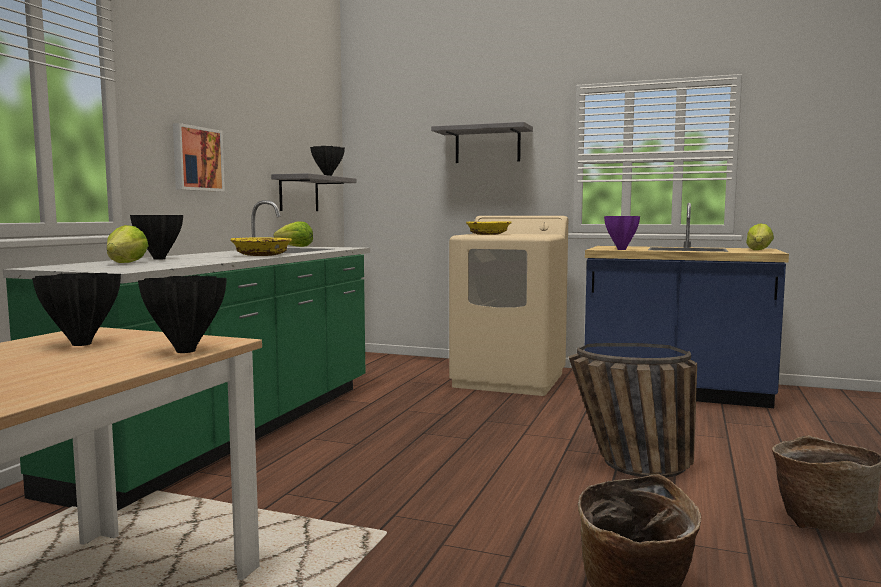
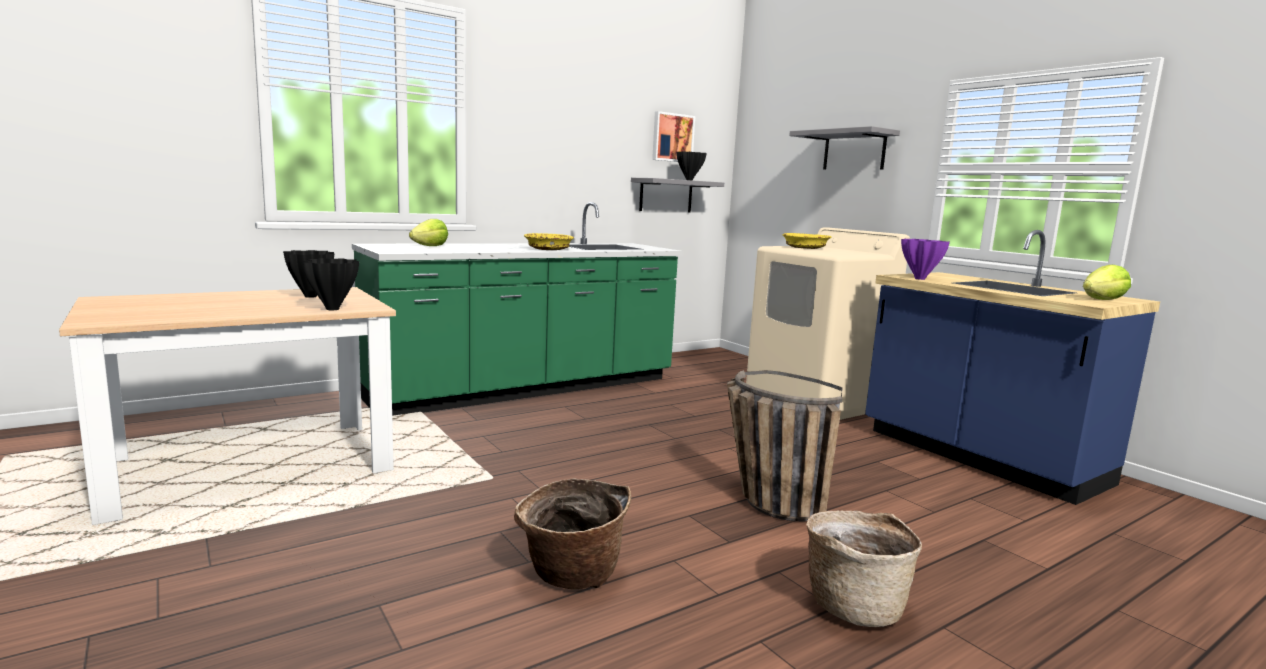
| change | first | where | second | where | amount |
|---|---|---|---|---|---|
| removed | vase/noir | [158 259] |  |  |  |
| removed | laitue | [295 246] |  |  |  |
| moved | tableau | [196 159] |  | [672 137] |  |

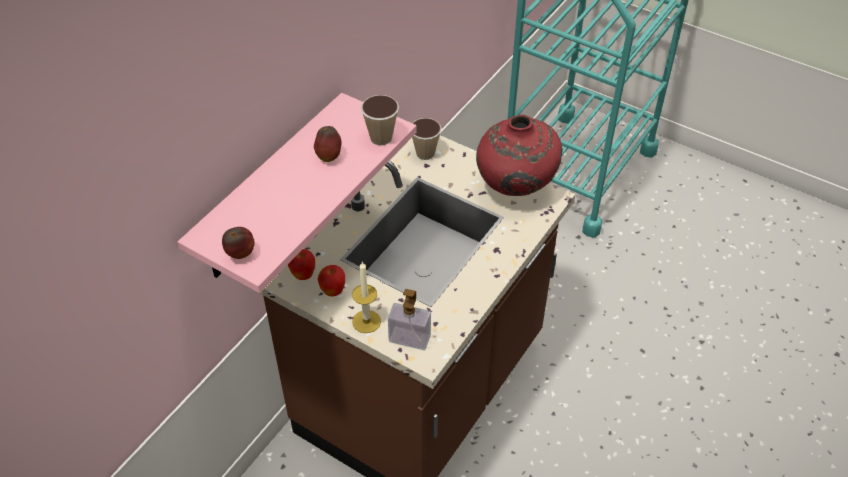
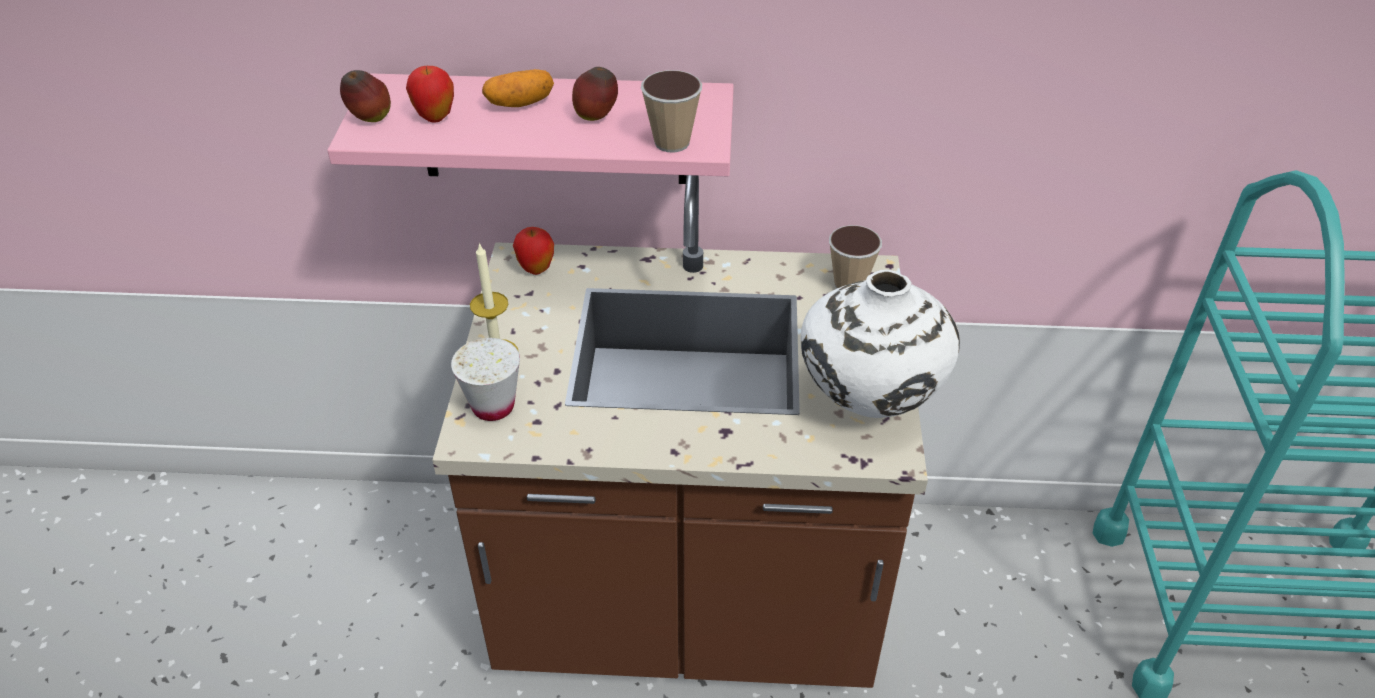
| change | first | where | second | where | amount |
|---|---|---|---|---|---|
| added |  |  | pomme de terre | [520 103] |  |
| moved | pomme | [333 292] |  | [435 118] |  |
| replaced | distributeur de savon | [409 338] | tasse/blanc | [493 406] |  |
| recoloured | vase/rouge | [514 189] | vase/blanc | [868 404] |  |

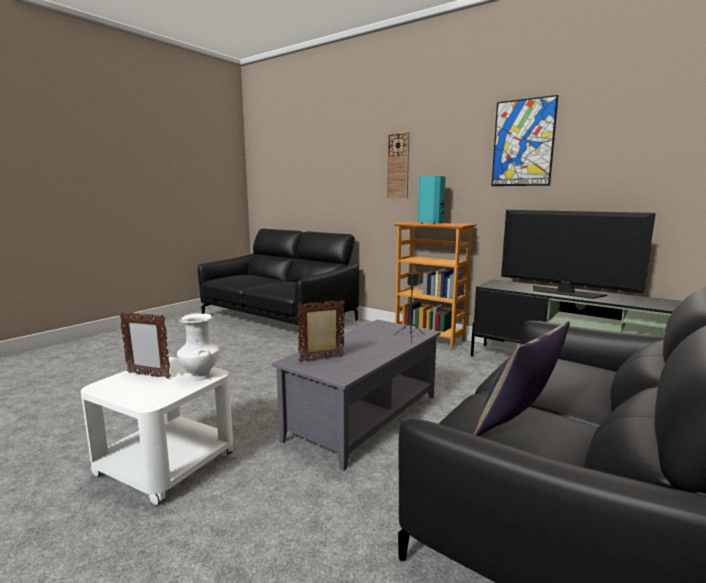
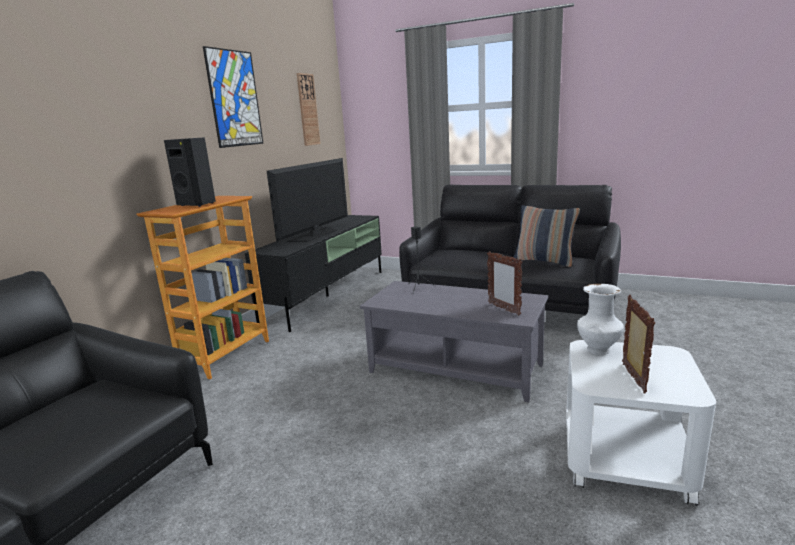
| change | first | where | second | where | amount |
|---|---|---|---|---|---|
| moved | horloge murale | [398 166] |  | [308 110] |  |
| recoloured | enceinte/turquoise | [431 223] | enceinte/noir | [198 204] |  |

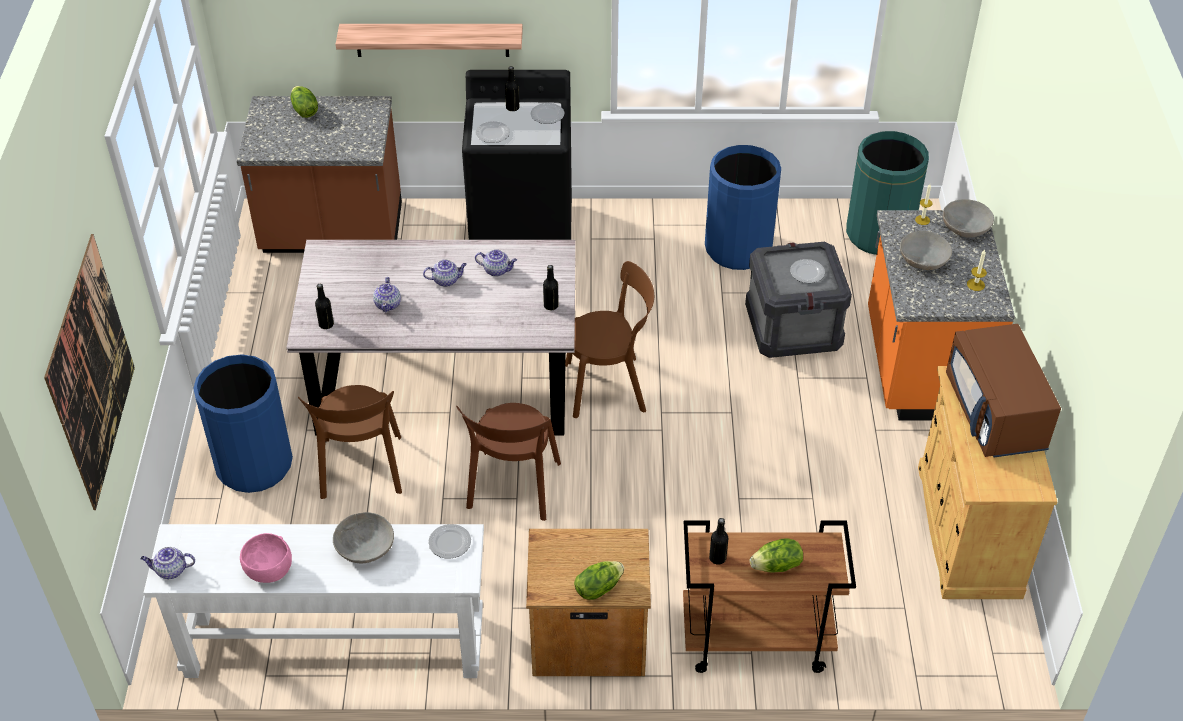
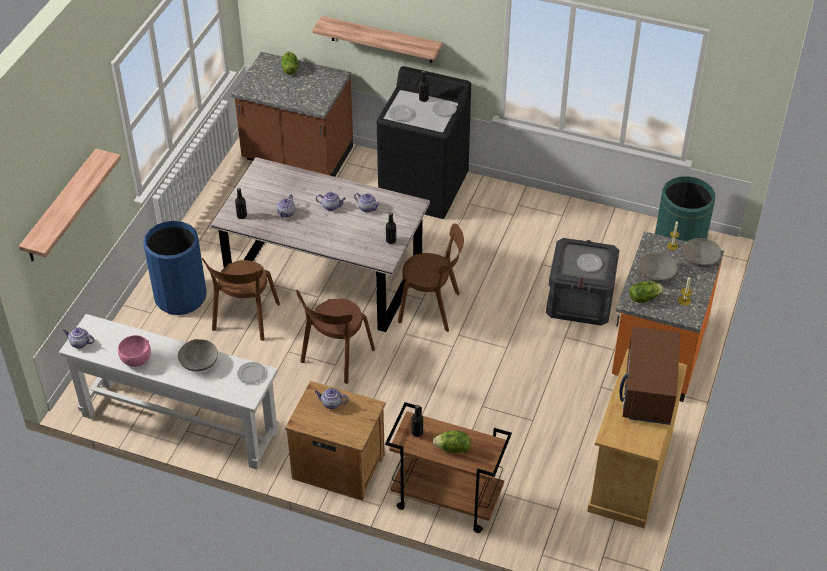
| change | first | where | second | where | amount |
|---|---|---|---|---|---|
| removed | poubelle/bleu | [738 248] |  |  |  |
| added |  |  | théière | [331 403] |  |
| moved | laitue | [598 588] |  | [643 298] |  |
| replaced | tableau | [92 372] | étagère | [61 207] |  |

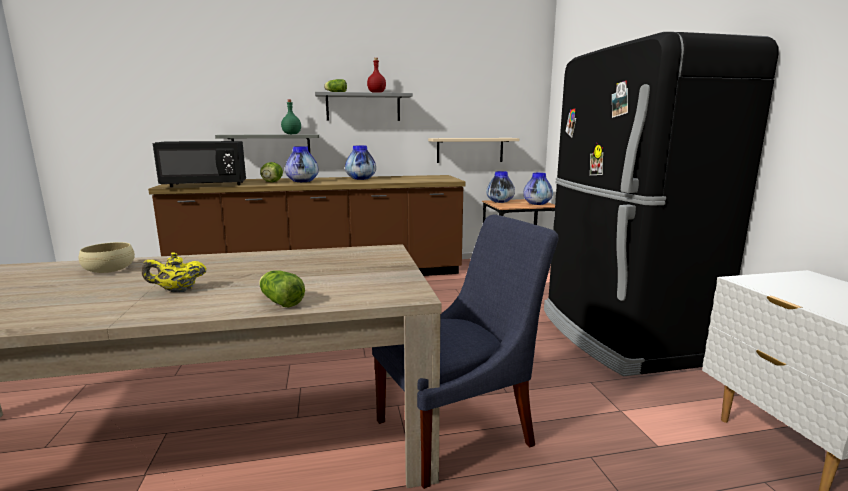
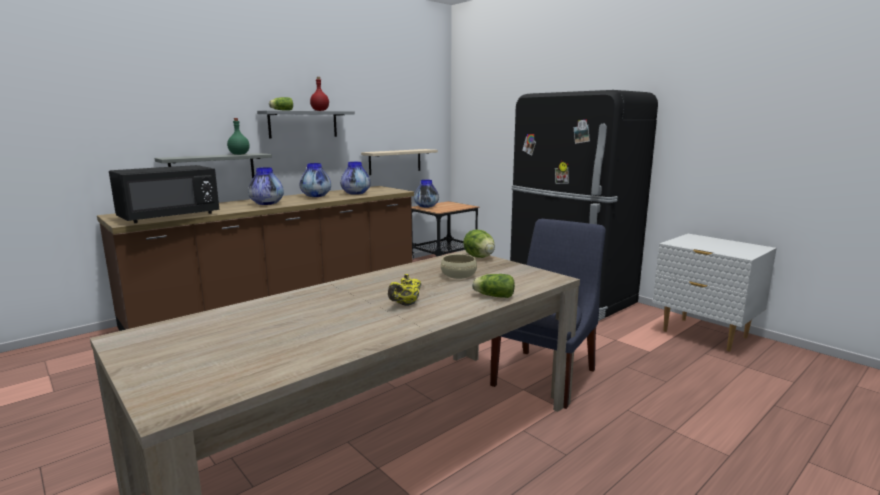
| change | first | where | second | where | amount |
|---|---|---|---|---|---|
| moved | bol/beige | [109 269] |  | [458 276] |  |
| moved | laitue | [272 182] |  | [479 257] |  |
| moved | vase | [537 204] |  | [356 194] |  |

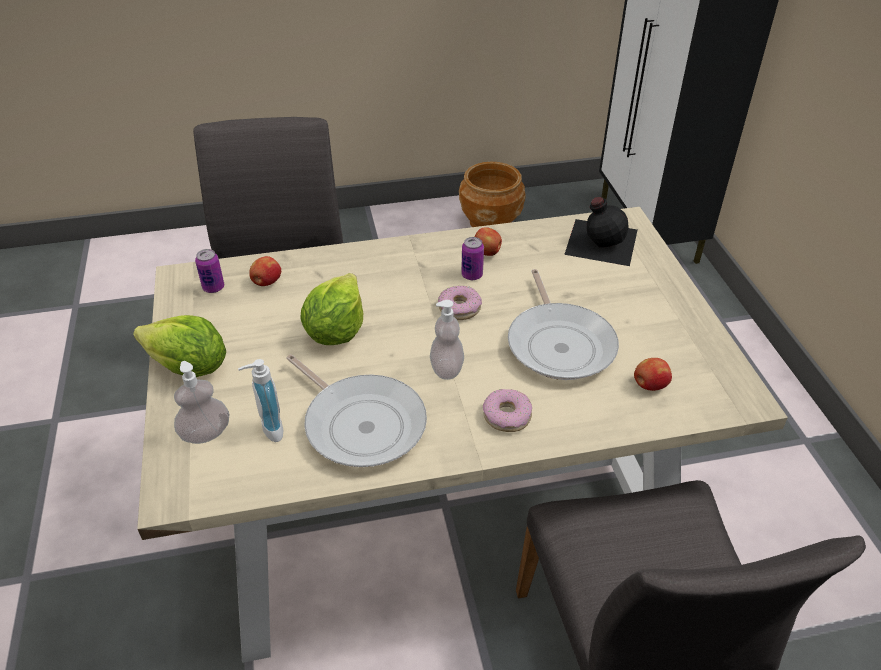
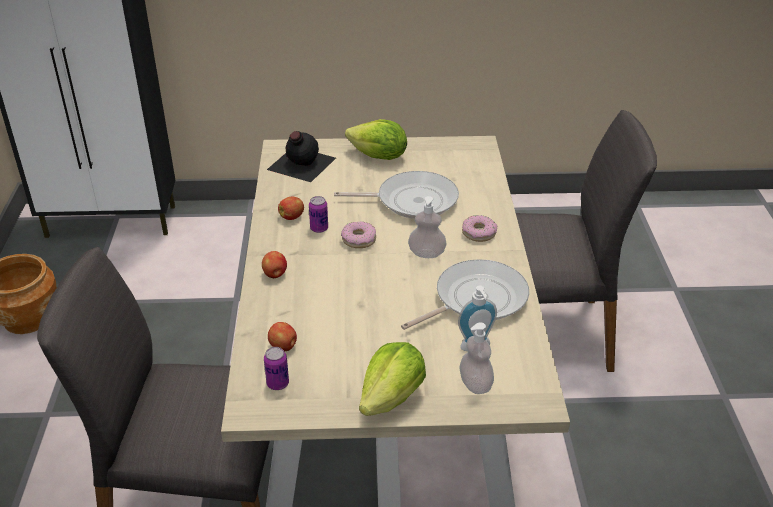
| change | first | where | second | where | amount |
|---|---|---|---|---|---|
| moved | laitue | [336 330] |  | [379 157] |  |
| moved | pomme | [649 385] |  | [275 274] |  |

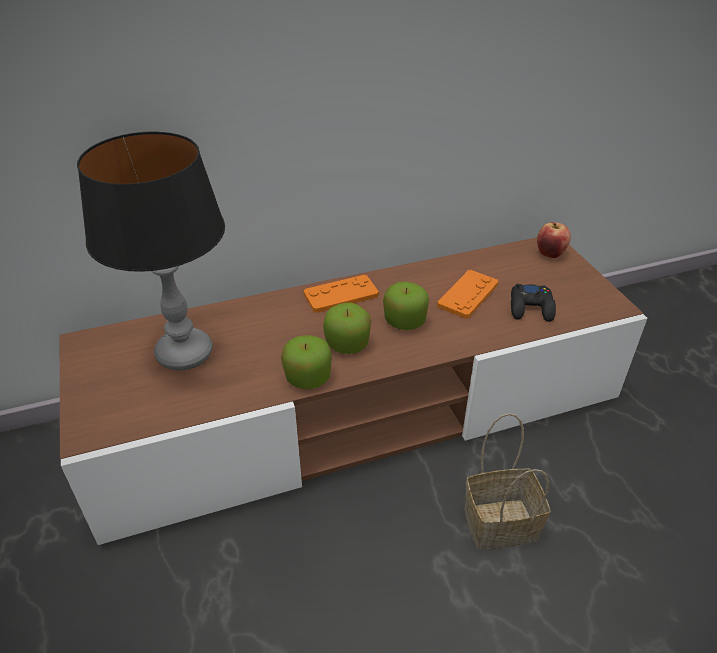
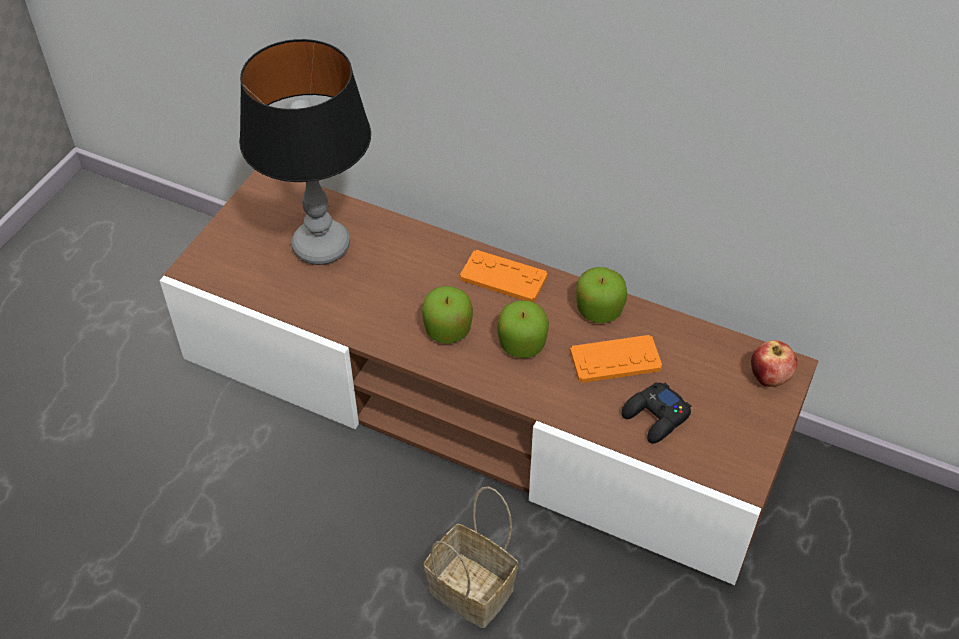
| change | first | where | second | where | amount |
|---|---|---|---|---|---|
| moved | pomme | [307 377] |  | [599 309] |  |

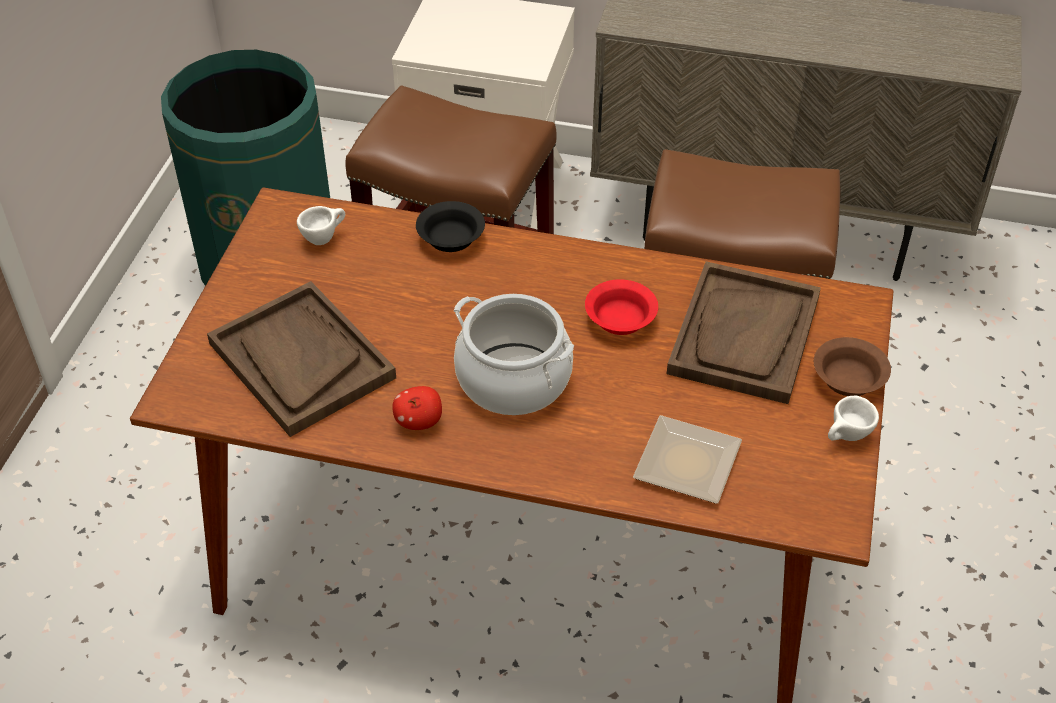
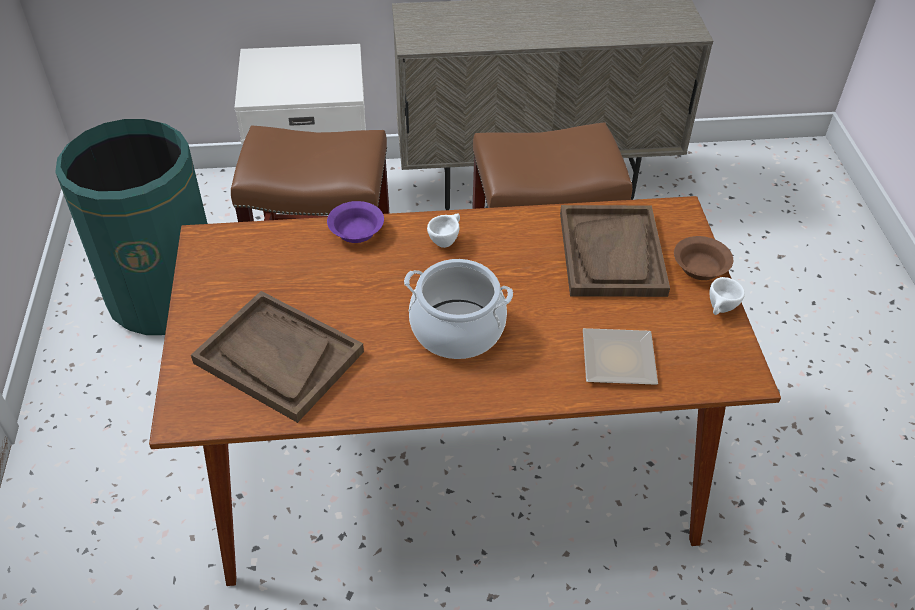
| change | first | where | second | where | amount |
|---|---|---|---|---|---|
| removed | pomme | [419 422] |  |  |  |
| removed | bol/rouge | [619 320] |  |  |  |
| moved | tasse/blanc | [324 238] |  | [446 240] |  |
| recoloured | bol/noir | [450 239] | bol/violet | [356 232] |  |

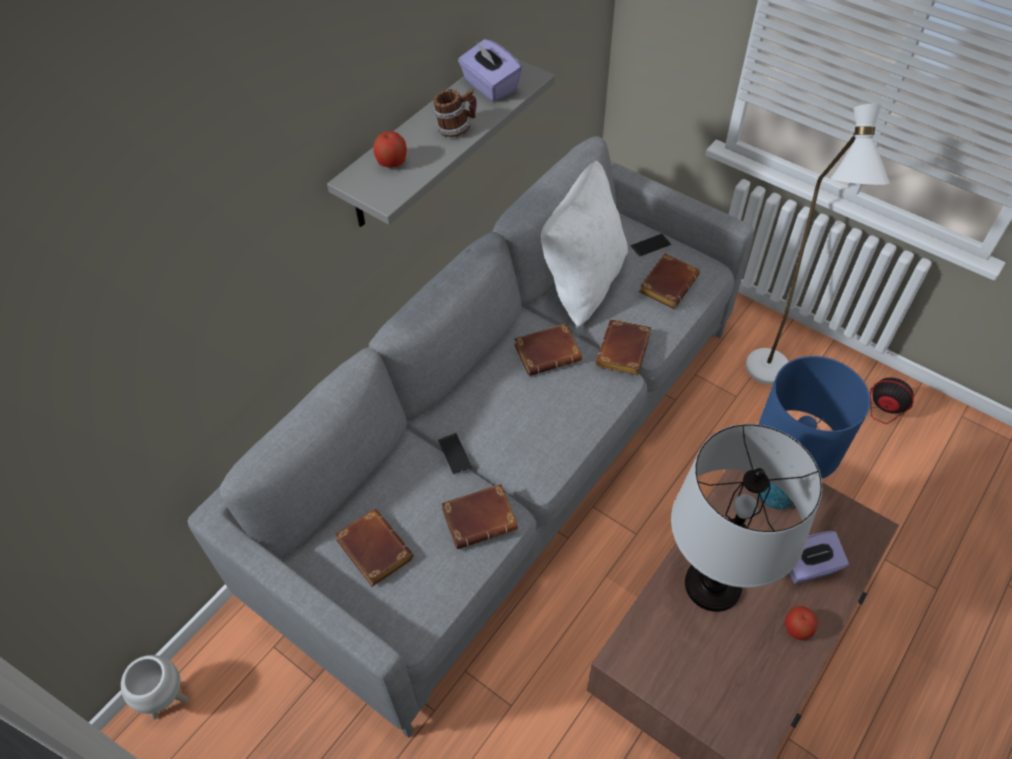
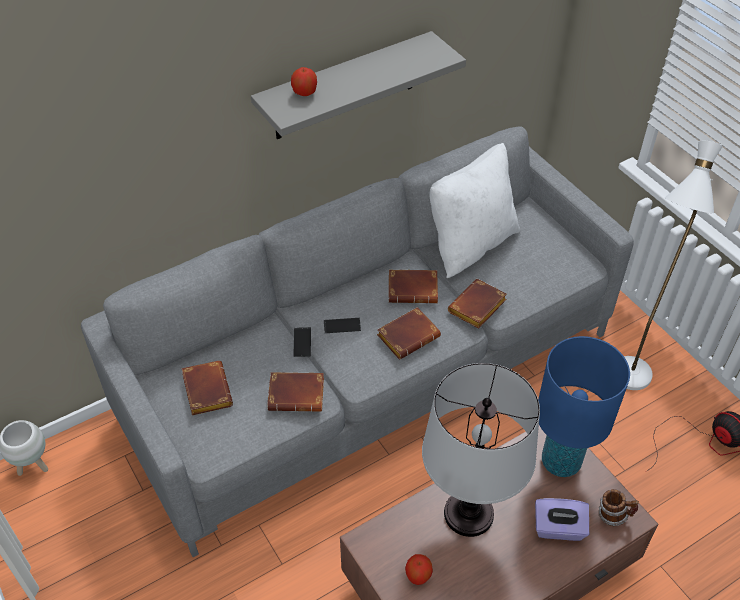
| change | first | where | second | where | amount |
|---|---|---|---|---|---|
| removed | boîte à mouchoirs/violet | [490 86] |  |  |  |
| moved | mug | [456 128] |  | [614 515] |  |
| moved | téléphone | [650 245] |  | [342 325] |  |
| moved | livre/marron | [667 283] |  | [408 335] |  |
| moved | pomme | [797 629] |  | [418 575] |  |

